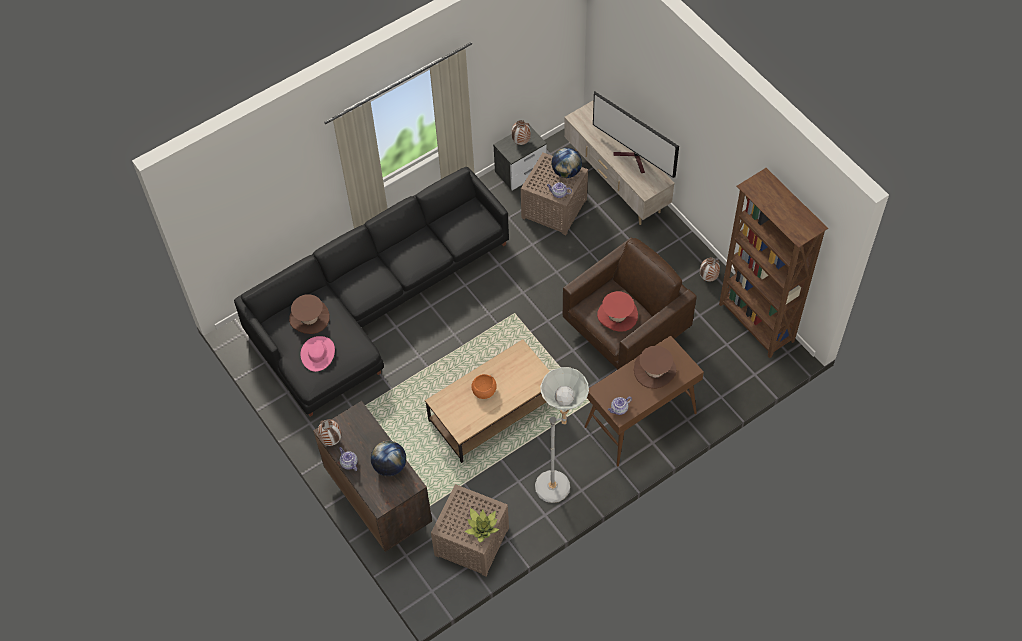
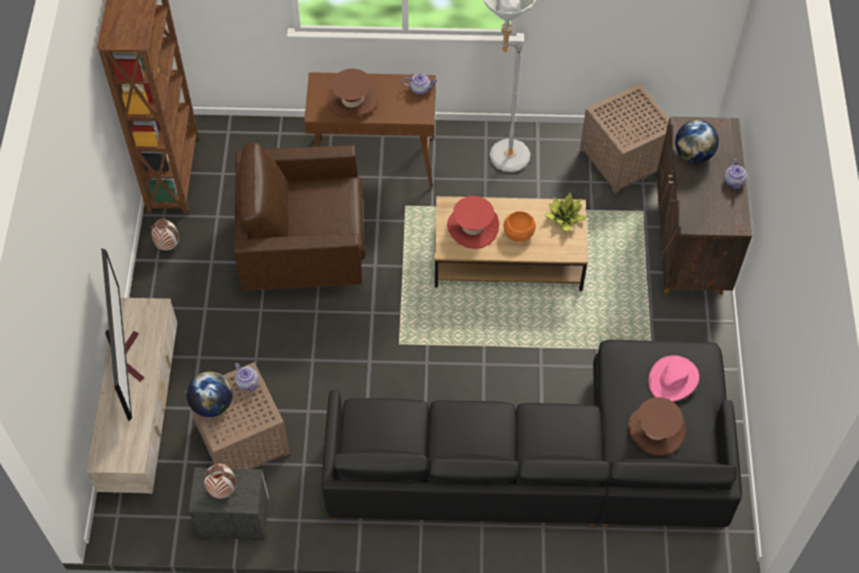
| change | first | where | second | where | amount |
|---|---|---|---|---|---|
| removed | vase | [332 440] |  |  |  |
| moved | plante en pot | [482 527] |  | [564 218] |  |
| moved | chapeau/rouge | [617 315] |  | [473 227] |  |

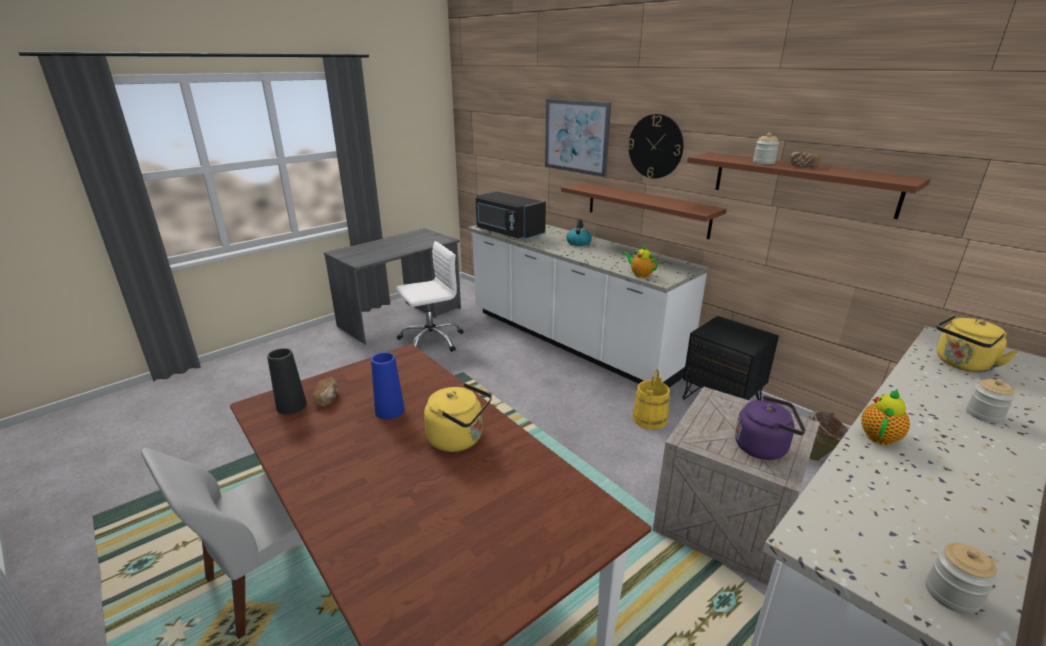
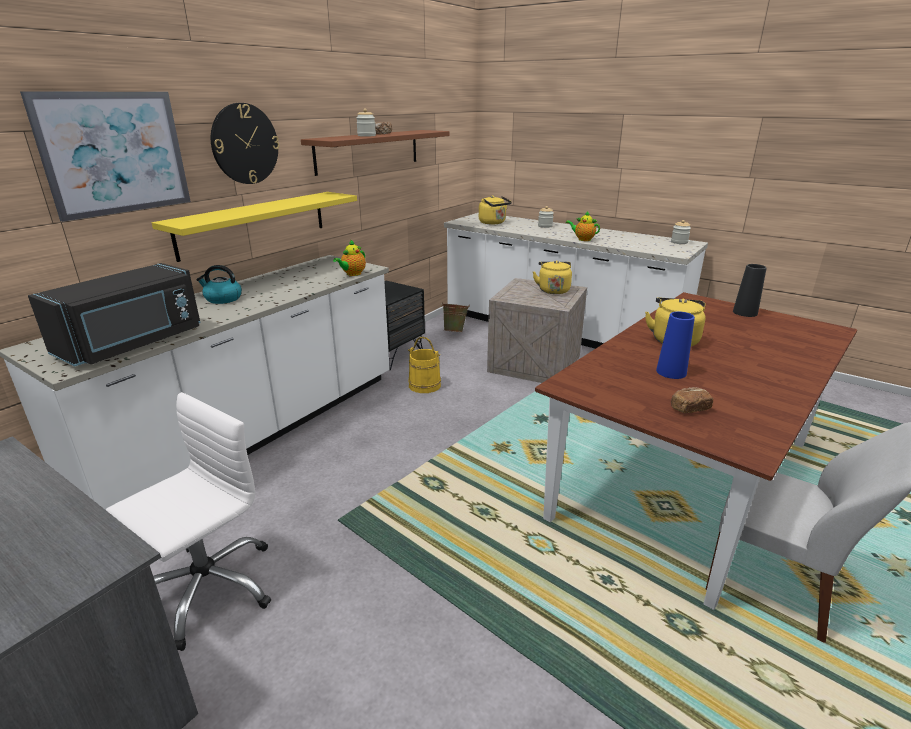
| change | first | where | second | where | amount |
|---|---|---|---|---|---|
| moved | vase/noir | [291 406] |  | [745 312] |  |
| recoloured | étagère/marron | [646 209] | étagère/jaune | [254 224] |  |
| recoloured | bouilloire/violet | [763 447] | bouilloire/jaune | [553 290] |  |
| turned | chaise de bureau/blanc | [431 340] |  | [208 588] | 75 degrees clockwise |

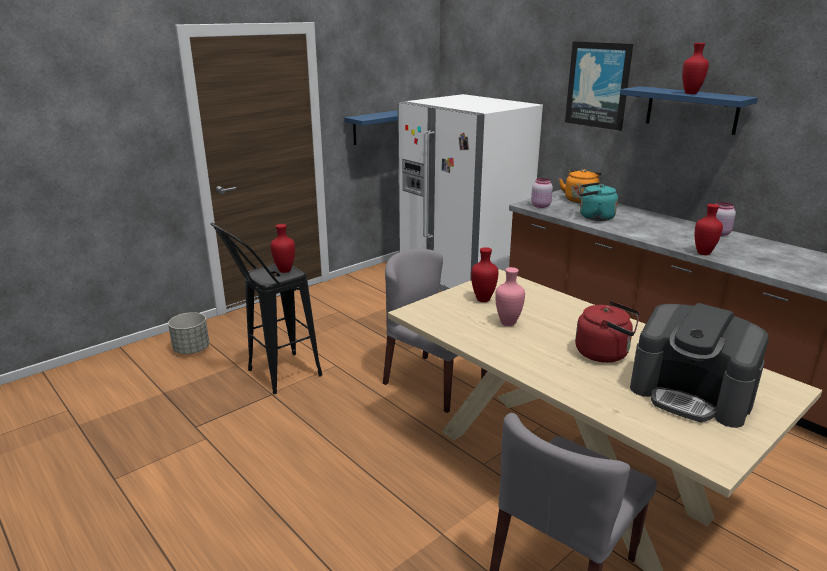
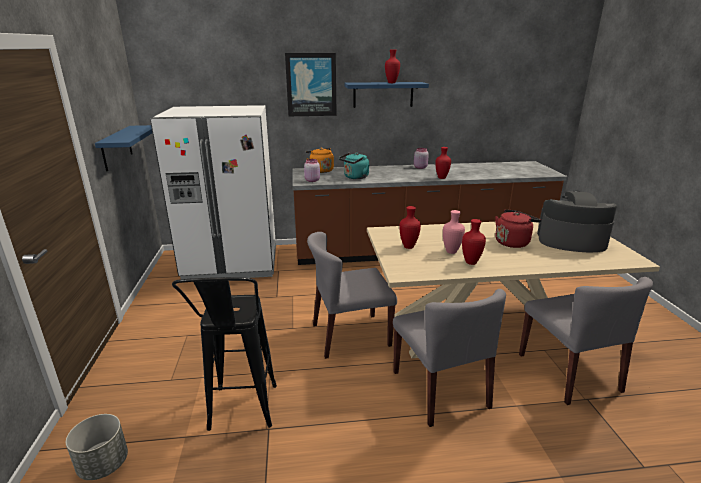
| change | first | where | second | where | amount |
|---|---|---|---|---|---|
| added |  |  | chaise/gris | [440 389] |  |
| moved | vase/rouge | [284 270] |  | [470 263] |  |
| turned | machine à café | [691 394] |  | [570 241] | 150 degrees counterclockwise |

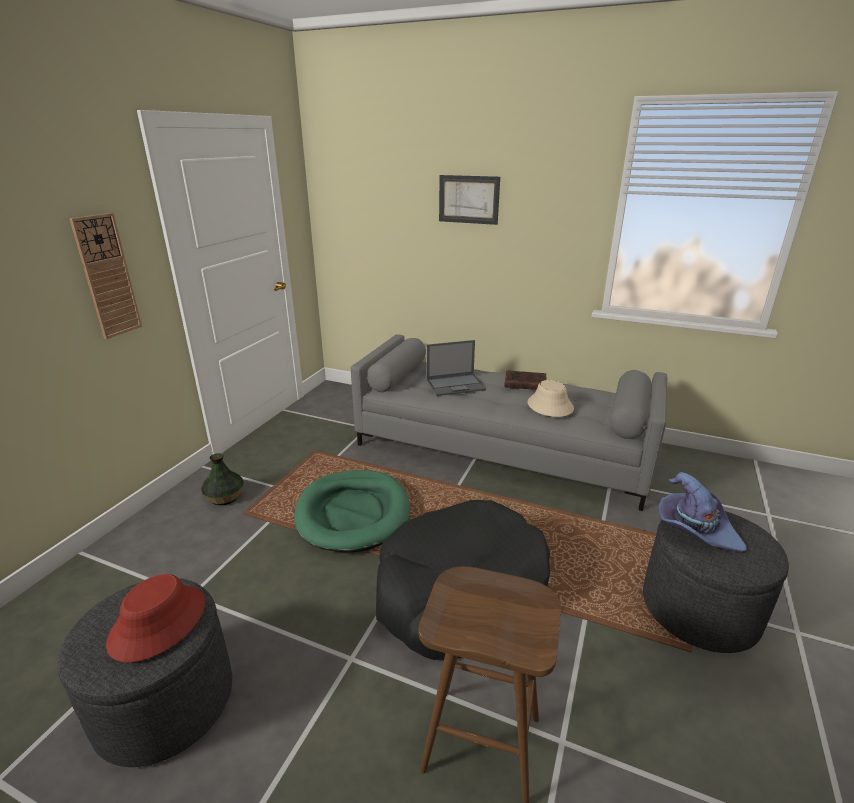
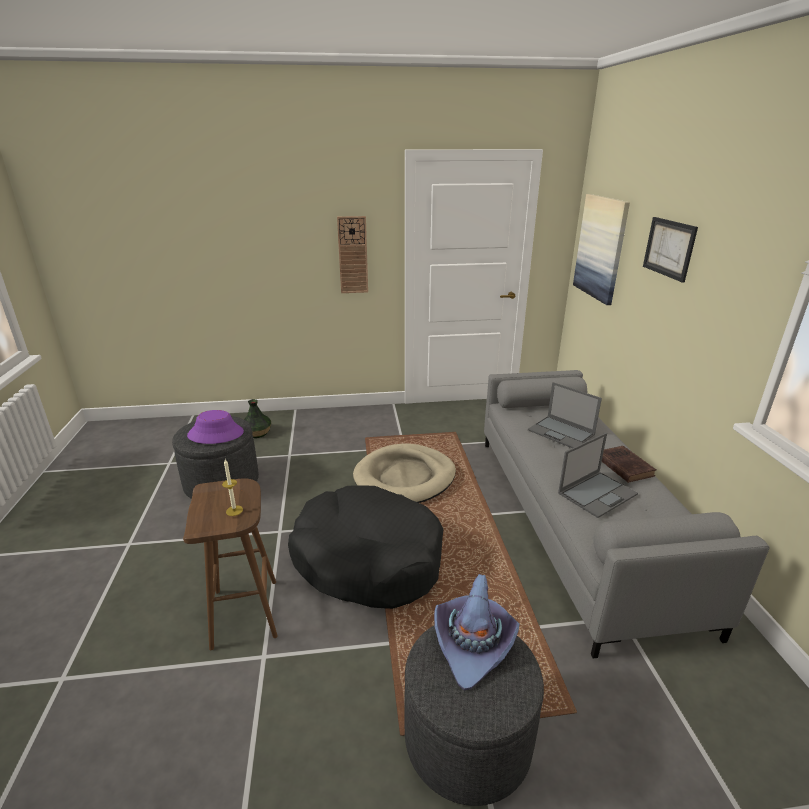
| change | first | where | second | where | amount |
|---|---|---|---|---|---|
| added |  |  | bougie | [234 510] |  |
| added |  |  | tableau | [601 248] |  |
| moved | vase | [224 497] |  | [257 433] |  |
| replaced | chapeau/beige | [550 406] | ordinateur portable | [597 493] |  |
| recoloured | chapeau/rouge | [158 622] | chapeau/violet | [216 434] |  |
| recoloured | panier pour chien/vert | [353 513] | panier pour chien/beige | [405 477] |  |

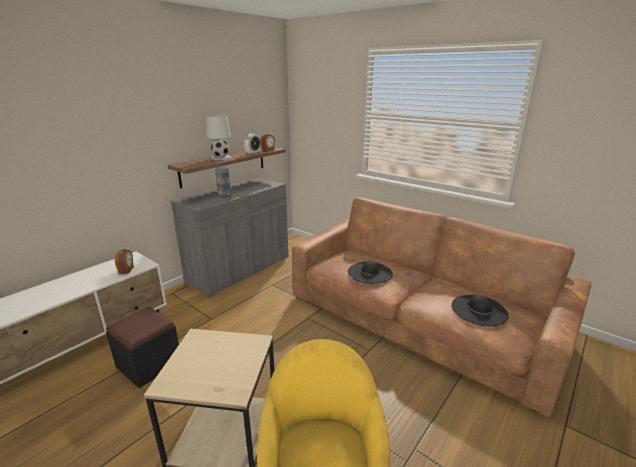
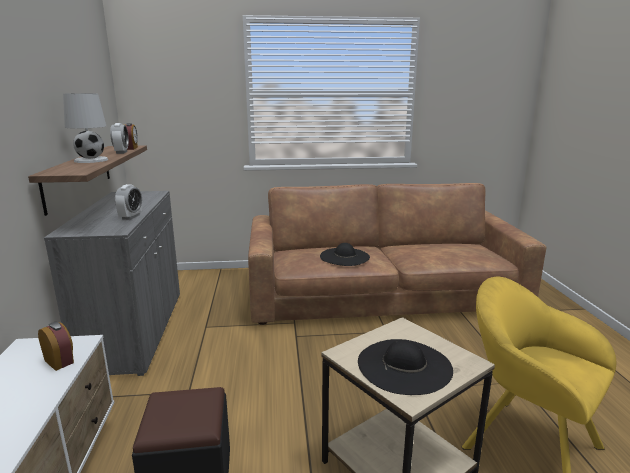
| change | first | where | second | where | amount |
|---|---|---|---|---|---|
| moved | chapeau/noir | [479 310] |  | [404 365] |  |
| replaced | vase | [225 199] | réveil | [131 217] |  |

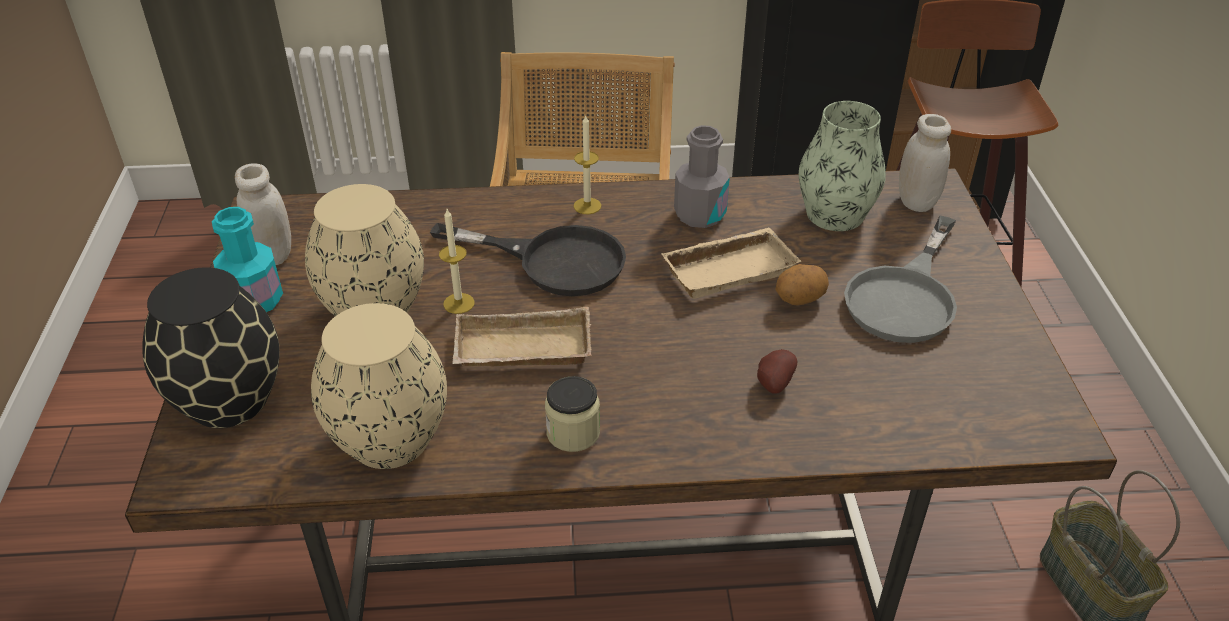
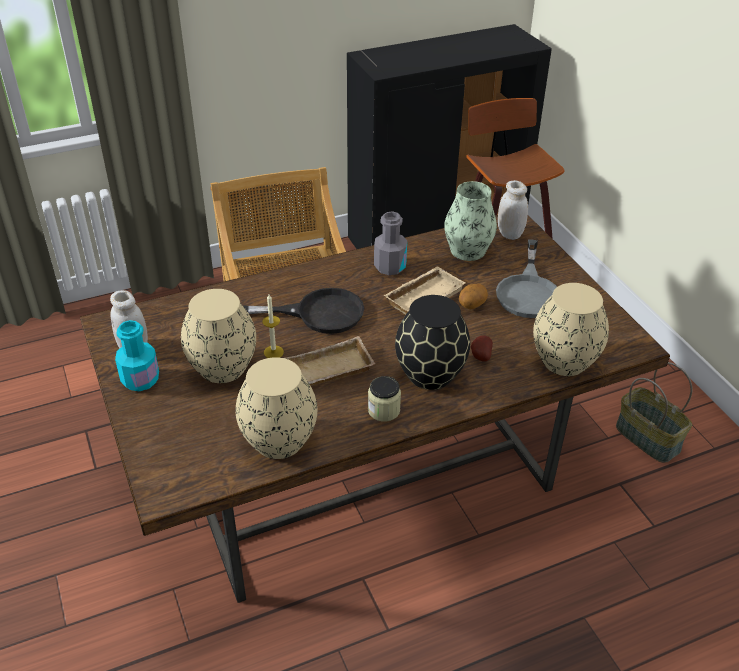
| change | first | where | second | where | amount |
|---|---|---|---|---|---|
| removed | bougie | [587 206] |  |  |  |
| added |  |  | vase/beige | [565 361] |  |
| moved | vase/noir | [227 400] |  | [429 374] |  |

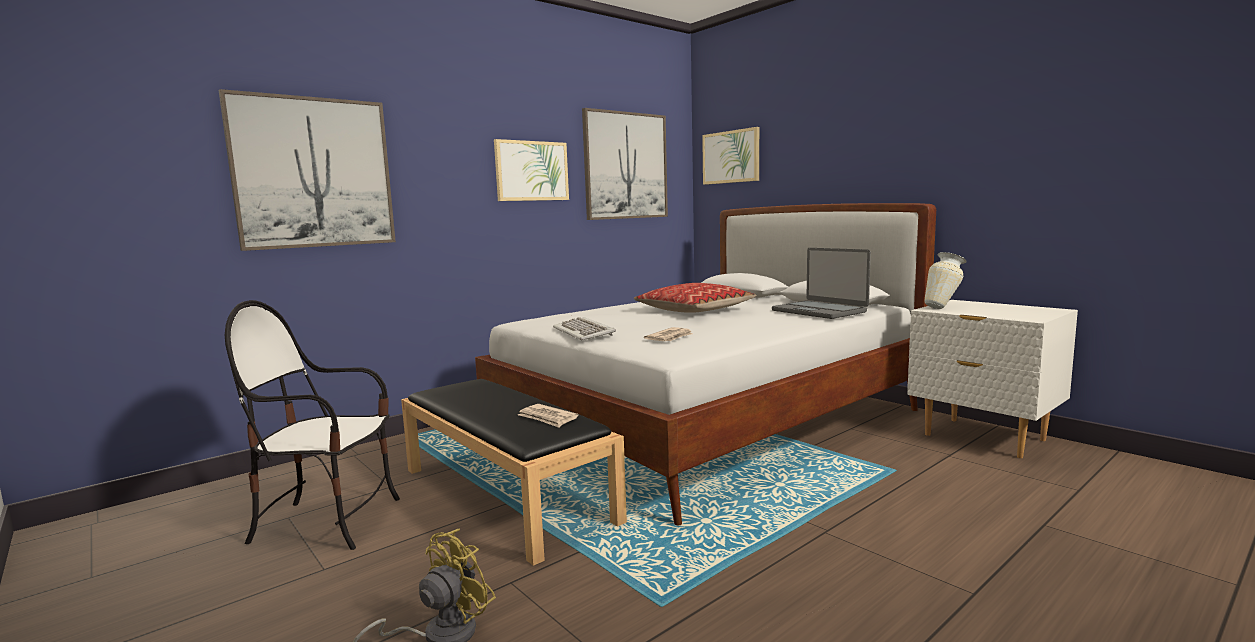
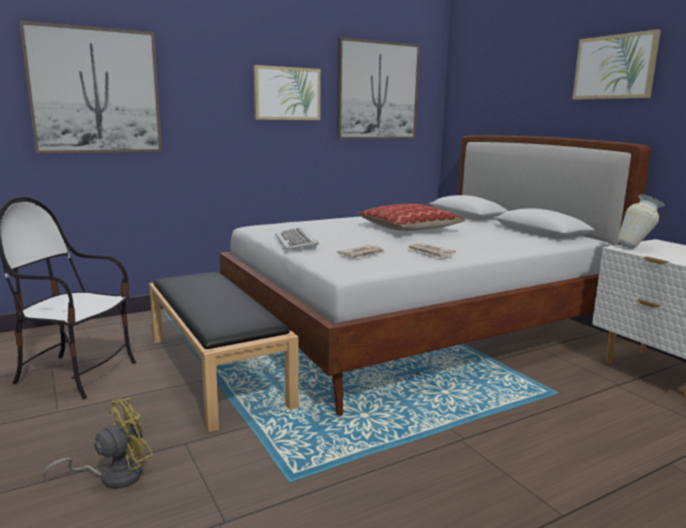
| change | first | where | second | where | amount |
|---|---|---|---|---|---|
| removed | ordinateur portable | [819 311] |  |  |  |
| moved | journal | [547 418] |  | [430 252] |  |
| moved | tableau | [731 157] |  | [614 67] |  |

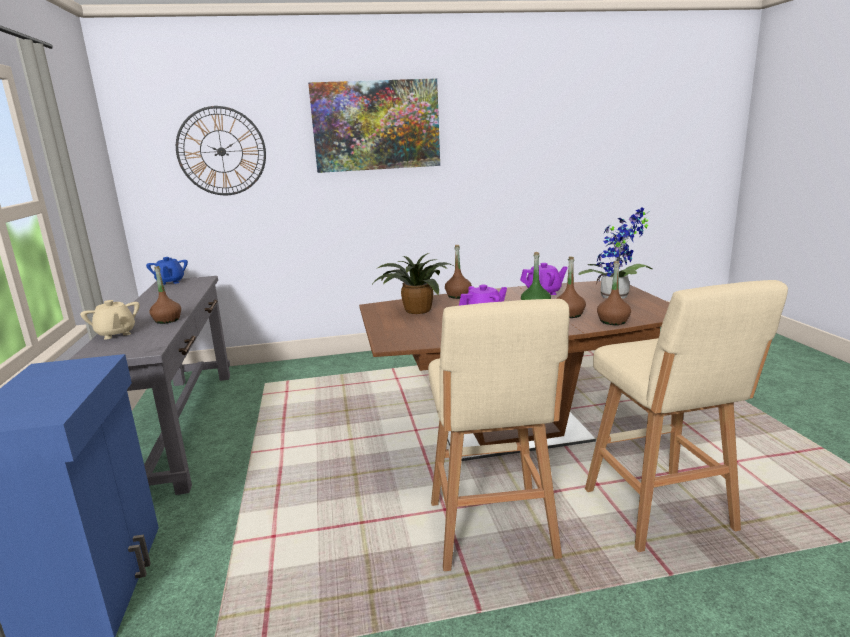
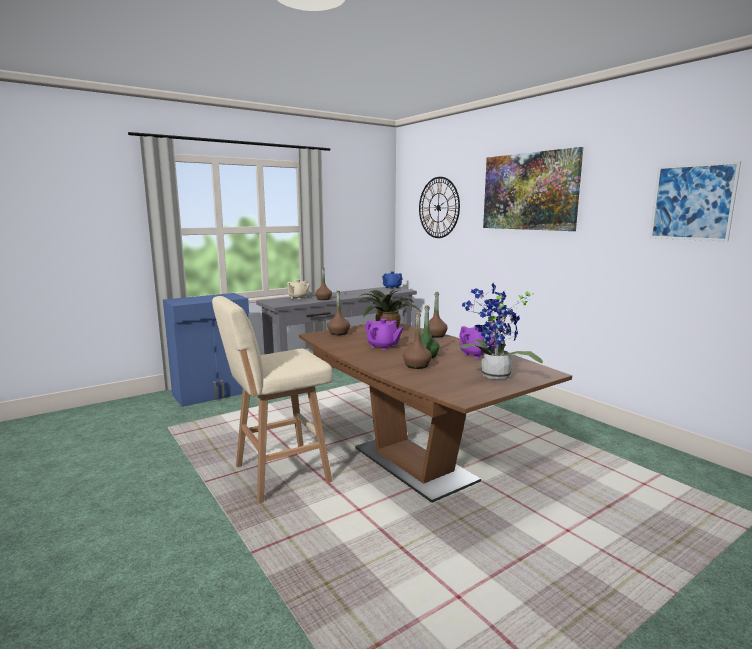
| change | first | where | second | where | amount |
|---|---|---|---|---|---|
| removed | tabouret/beige | [661 513] |  |  |  |
| added |  |  | tableau | [692 202] |  |
| moved | bouteille/marron | [613 321] |  | [338 333] |  |

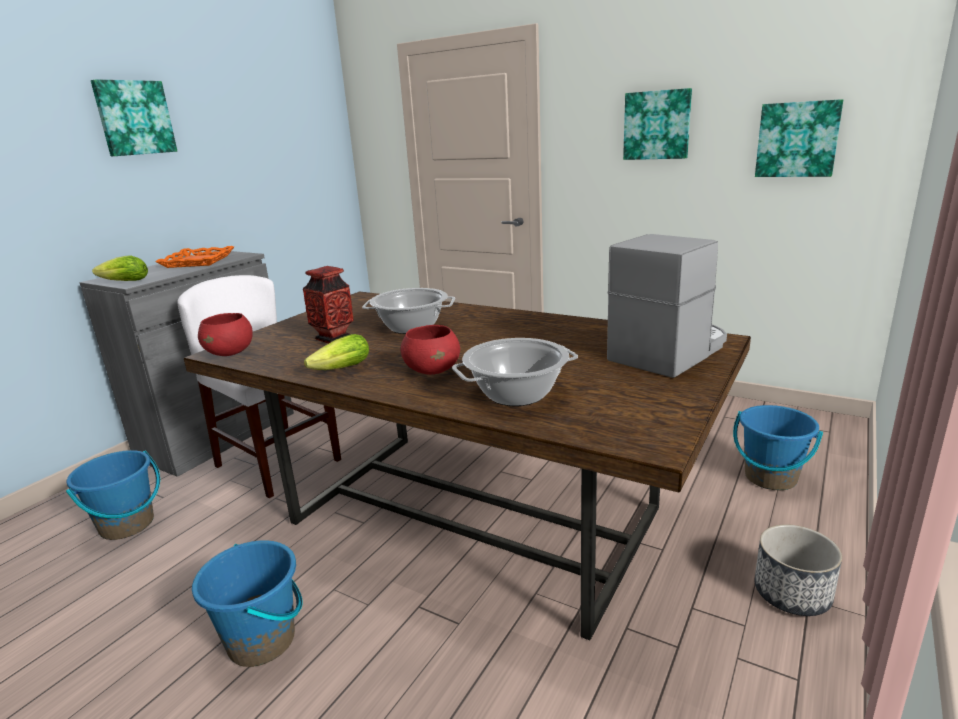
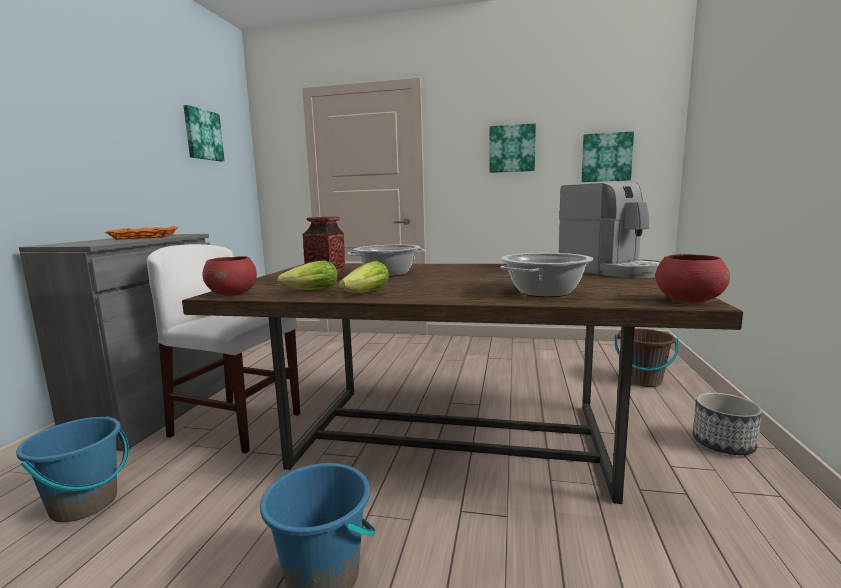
| change | first | where | second | where | amount |
|---|---|---|---|---|---|
| moved | tableau | [134 118] |  | [202 135] |  |
| moved | laitue | [122 282] |  | [308 291] |  |
| moved | bol/rouge | [433 370] |  | [688 300] |  |
| recoloured | seau/bleu | [770 478] | seau/marron | [642 380] |  |
| turned | machine à café | [669 352] |  | [610 271] | 120 degrees clockwise |

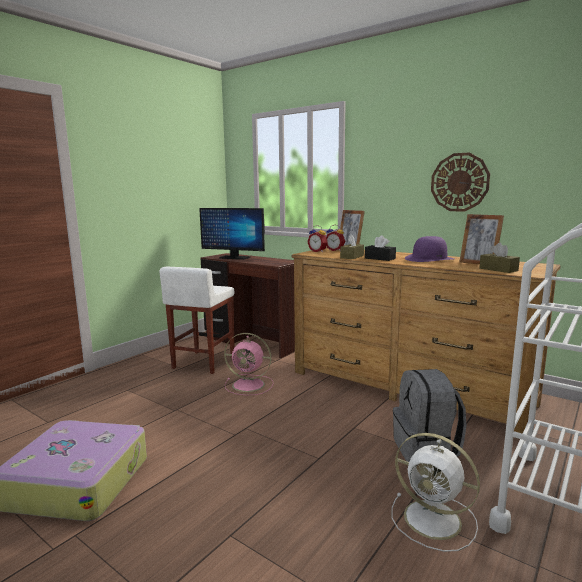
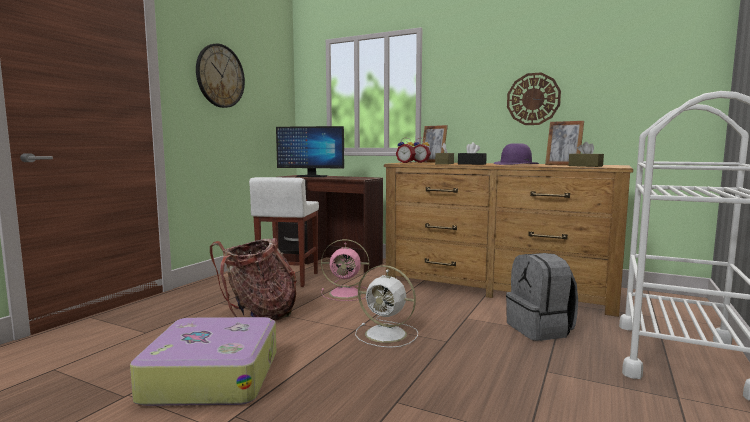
| change | first | where | second | where | amount |
|---|---|---|---|---|---|
| added |  |  | horloge murale | [220 76] |  |
| added |  |  | sac à dos | [259 314] |  |
| moved | ventilateur/blanc | [435 520] |  | [387 334] |  |

